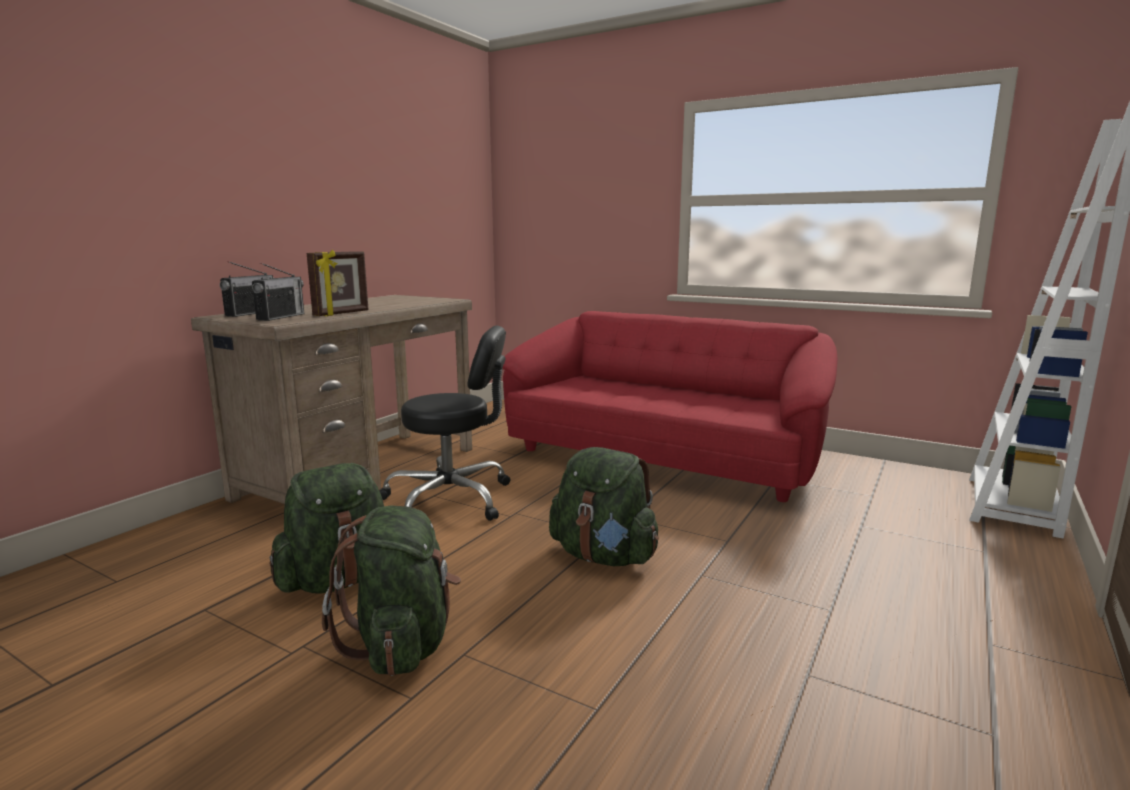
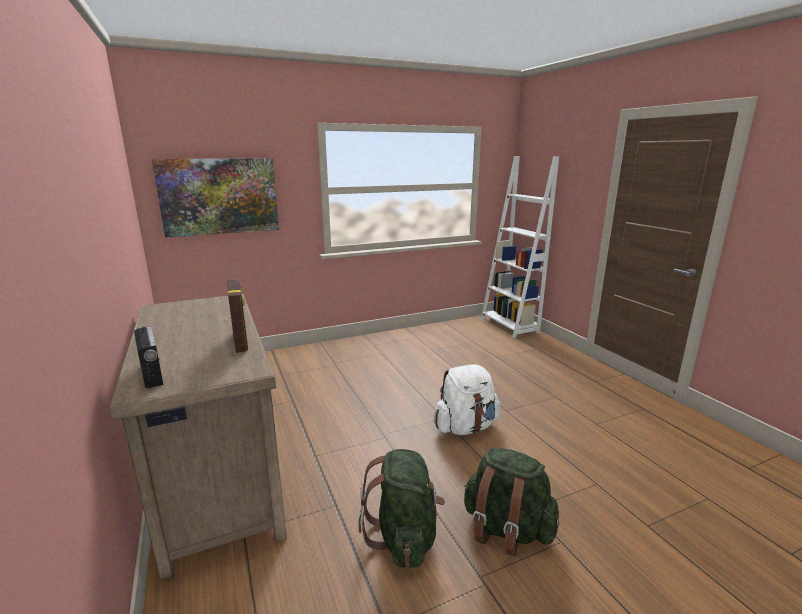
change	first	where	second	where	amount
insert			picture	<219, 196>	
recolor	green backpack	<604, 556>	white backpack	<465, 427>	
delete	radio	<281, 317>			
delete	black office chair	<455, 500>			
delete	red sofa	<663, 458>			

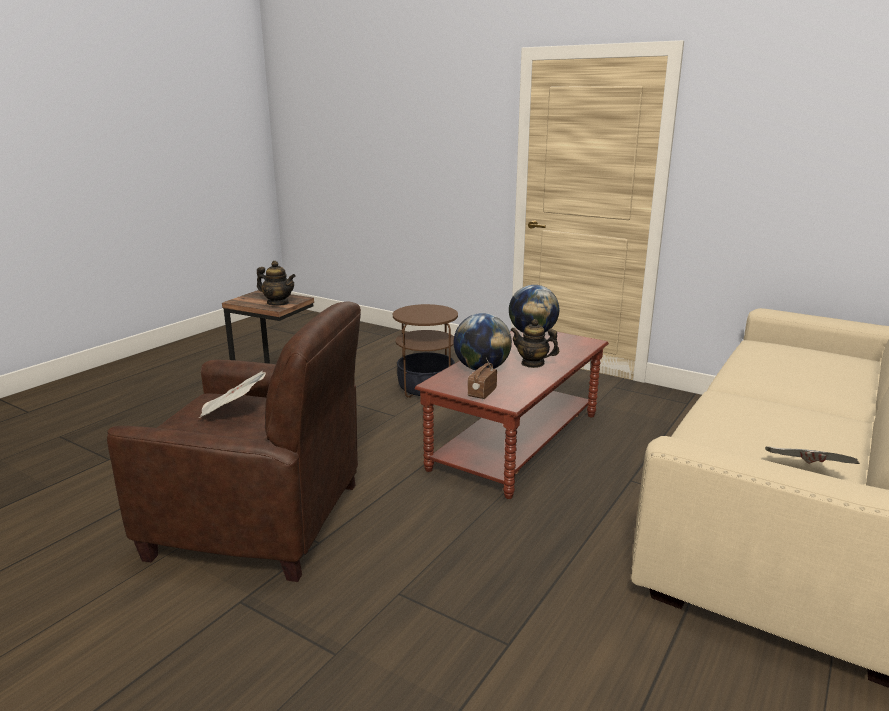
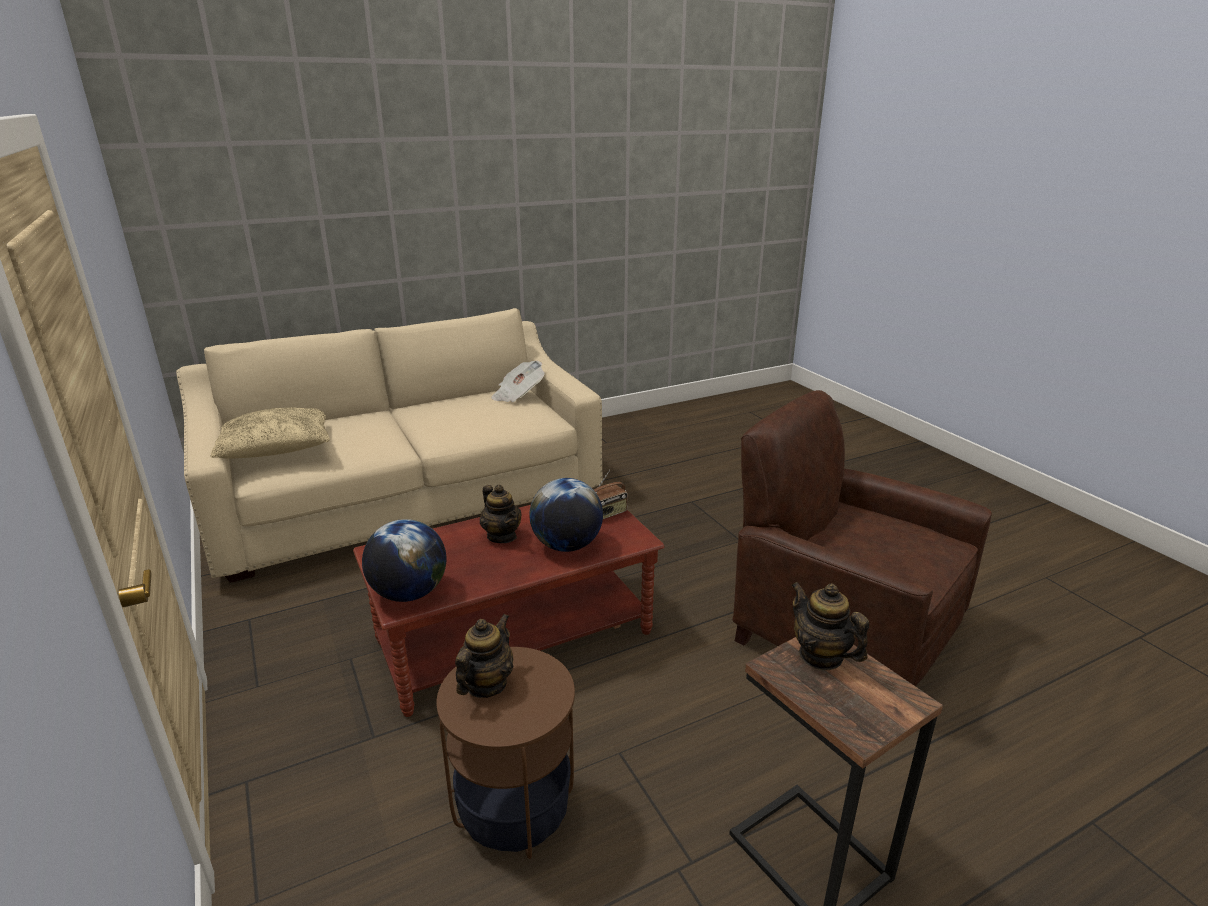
change	first	where	second	where	amount
insert			beige pillow	<277, 450>	
insert			teapot	<486, 684>	
delete	newspaper	<232, 411>			

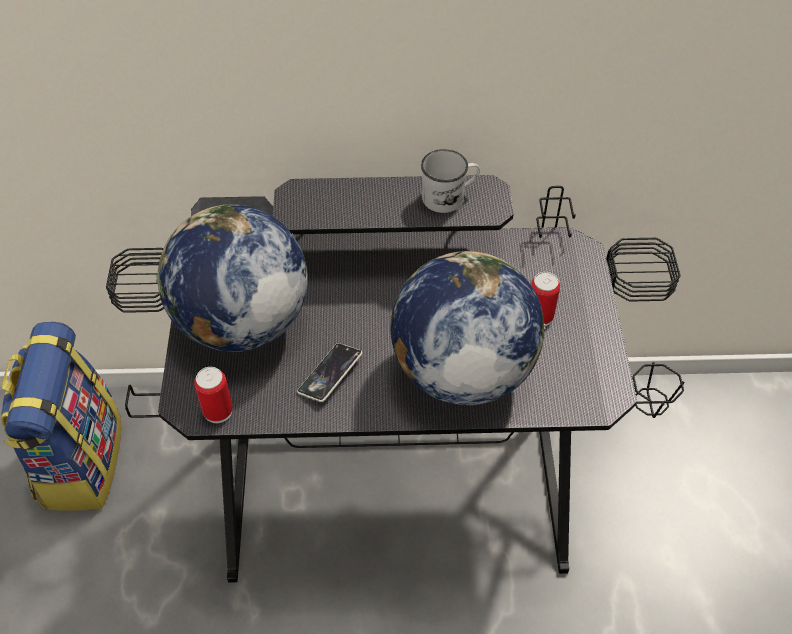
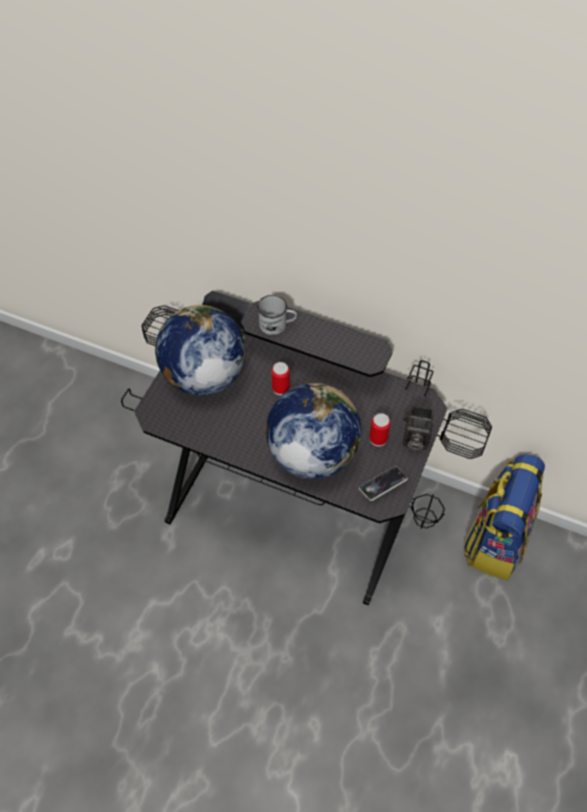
change	first	where	second	where	amount
move	white mug	<449, 197>		<277, 325>	
move	can	<218, 411>		<280, 388>	
move	phone	<330, 375>		<382, 485>	
insert			photo camera	<413, 440>	
move	backpack	<80, 461>		<496, 540>	

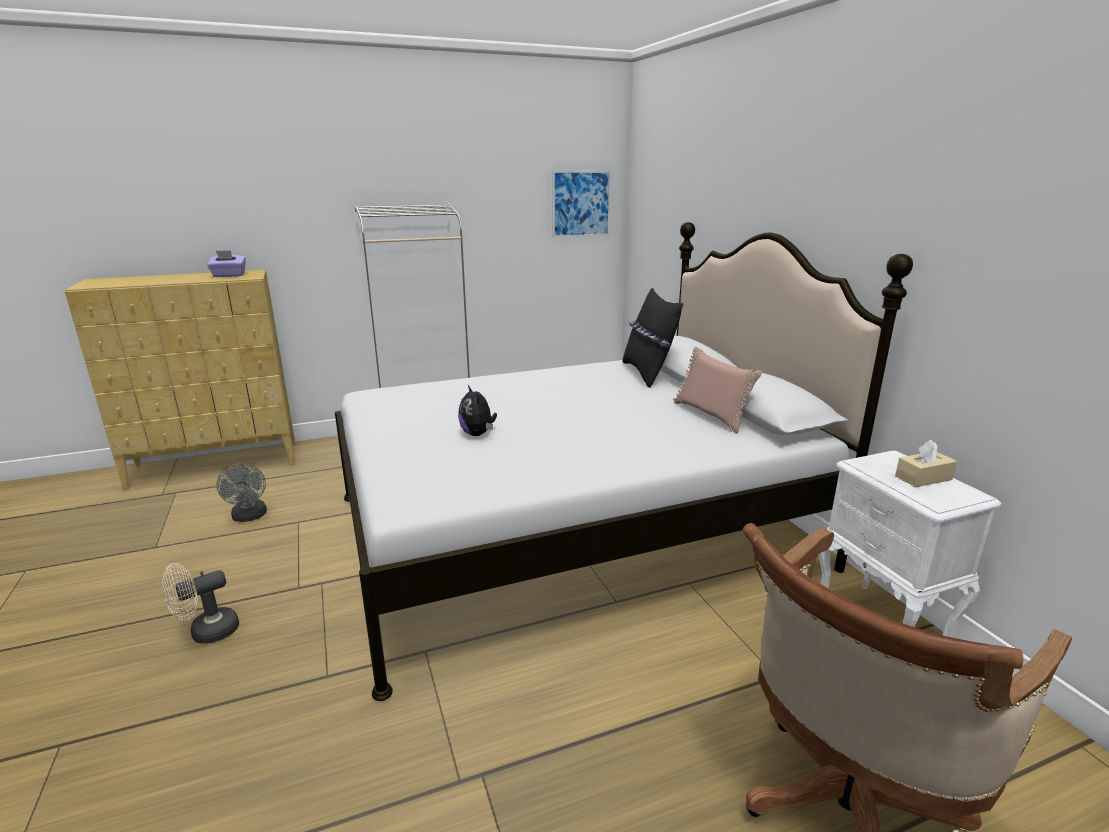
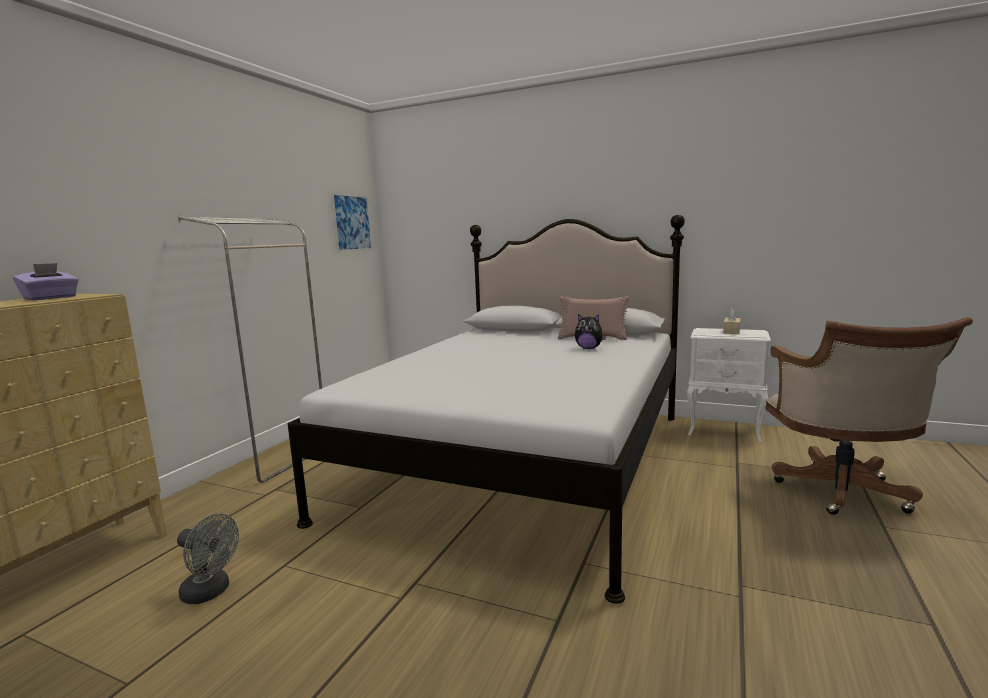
change	first	where	second	where	amount
move	plush toy	<478, 434>		<589, 348>	
delete	beige fan	<207, 633>			
delete	black pillow	<648, 373>			

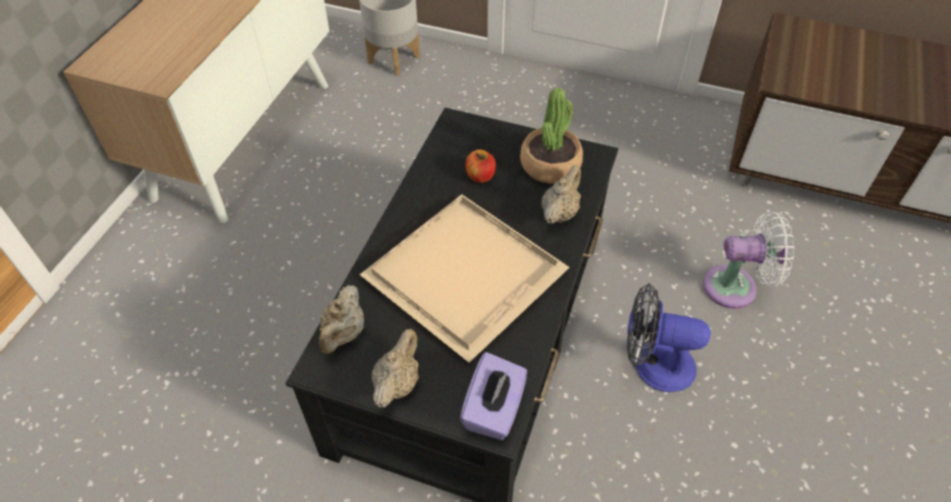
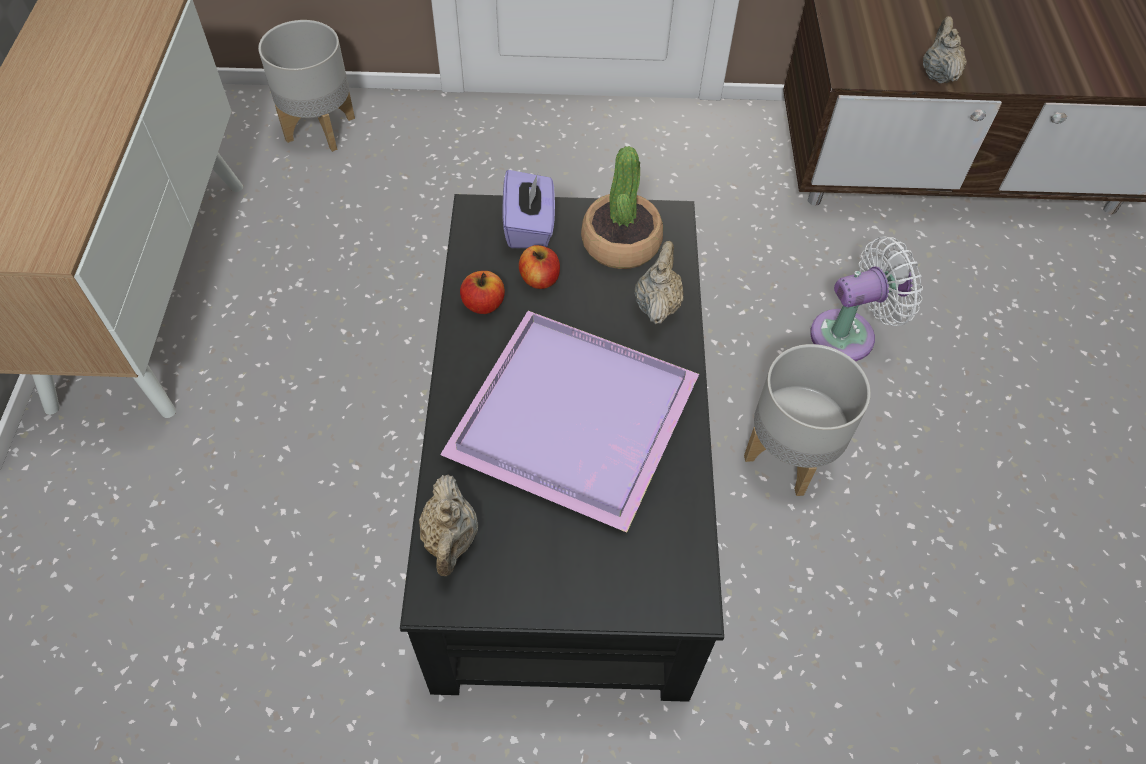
change	first	where	second	where	amount
recolor	beige tray	<465, 278>	purple tray	<575, 422>	
insert			apple	<483, 304>	
move	purple tissue box	<494, 409>		<529, 226>	
replace	fan	<653, 364>	grey planter	<790, 455>	
move	beige teapot	<397, 383>		<937, 74>	

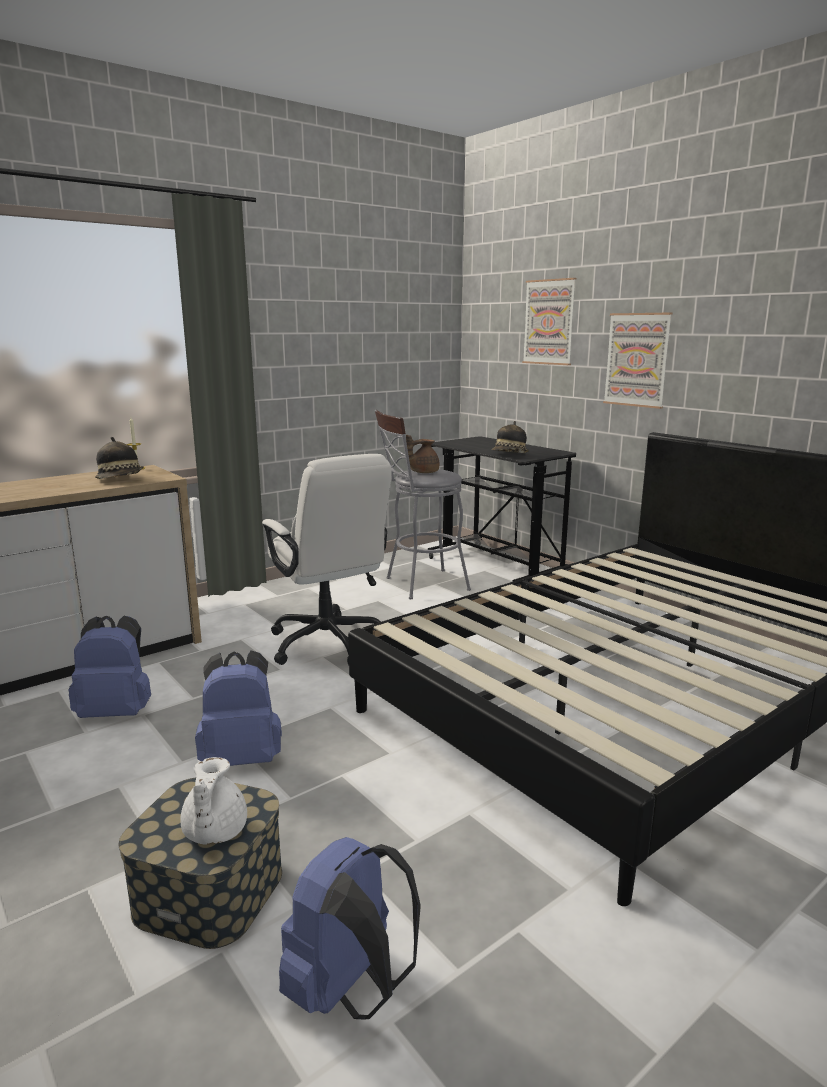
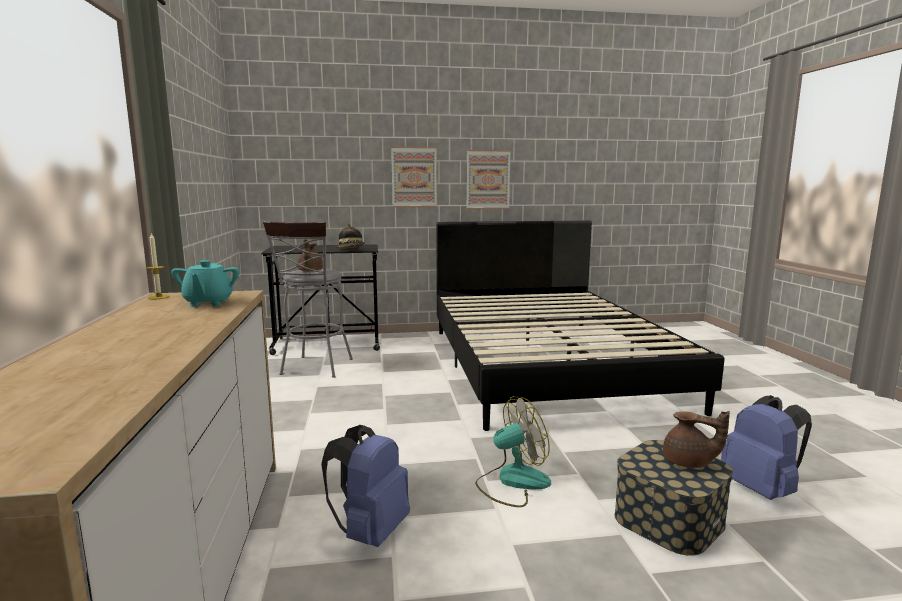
change	first	where	second	where	amount
replace	hat	<121, 479>	turquoise teapot	<208, 303>	
move	picture	<549, 322>		<488, 179>	
replace	blue backpack	<242, 758>	fan	<512, 482>	
recolor	white teapot	<213, 832>	brown teapot	<689, 463>	
delete	white office chair	<330, 646>			

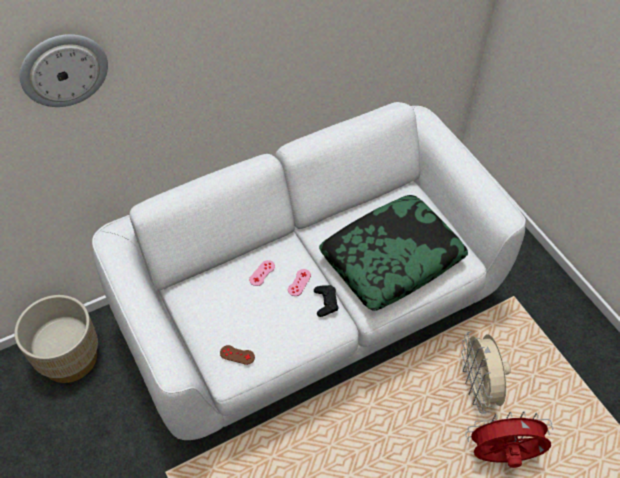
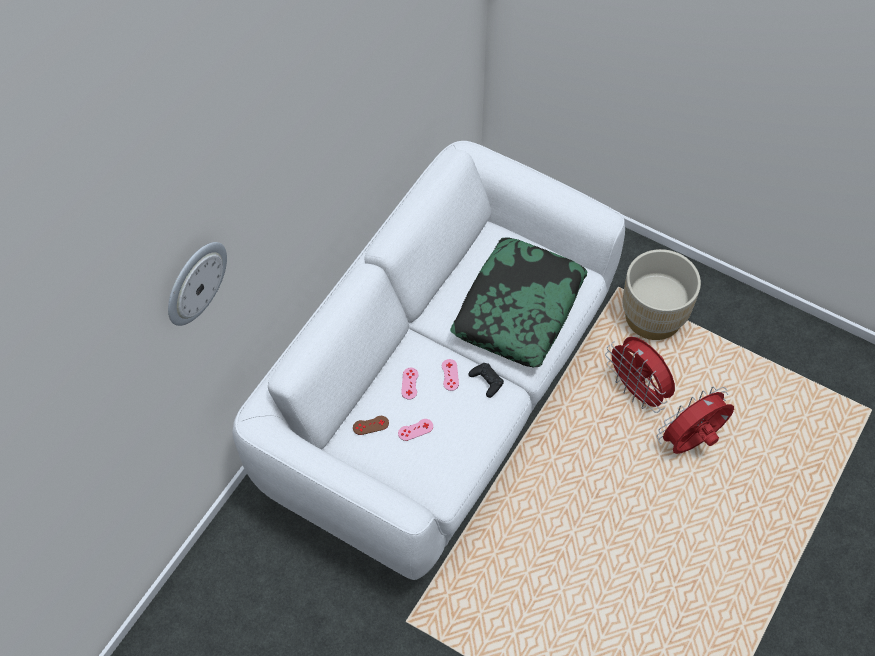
change	first	where	second	where	amount
move	brown game controller	<237, 355>		<370, 425>	
insert			pink game controller	<415, 430>	
recolor	beige fan	<479, 388>	red fan	<637, 391>	
move	beige planter	<69, 358>		<653, 316>	

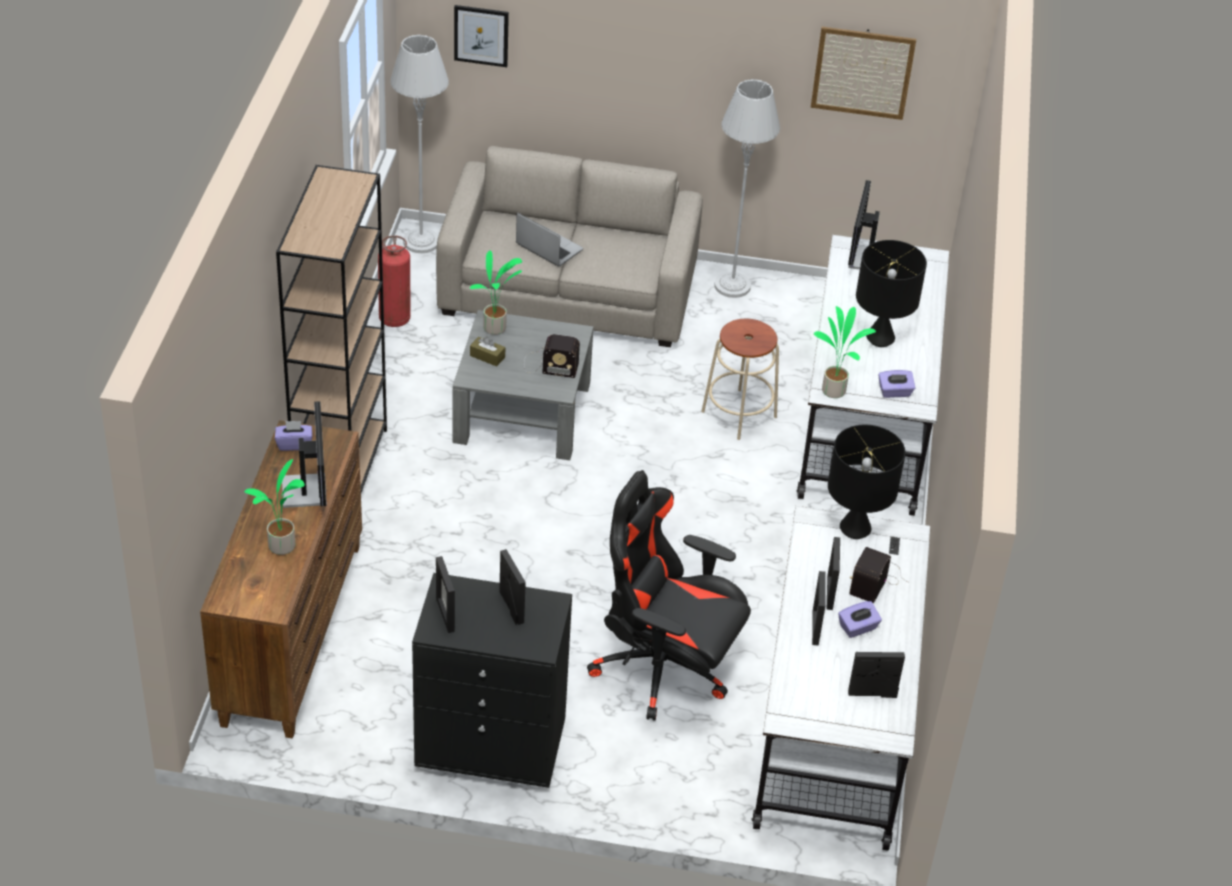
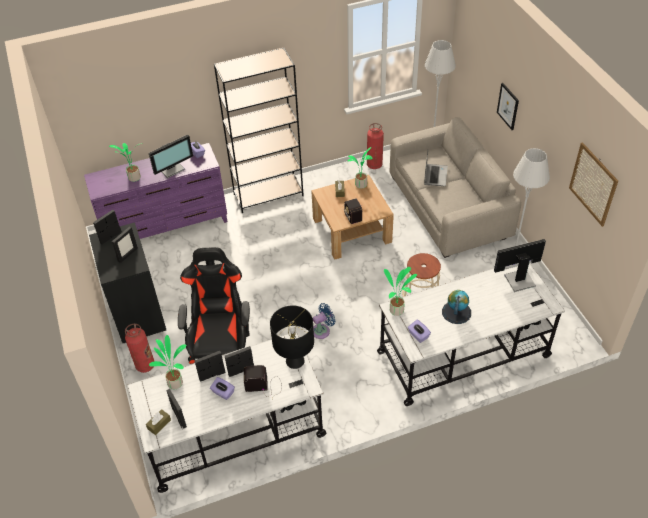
change	first	where	second	where	amount
recolor	brown dresser	<291, 633>	purple dresser	<165, 226>	
insert			fire extinguisher	<145, 365>	
insert			brown tissue box	<159, 424>	
insert			potted plant	<175, 382>	
recolor	grey coffee table	<522, 412>	brown coffee table	<351, 230>	
insert			blue fan	<322, 330>	
replace	black table lamp	<880, 340>	globe	<456, 312>	
move	picture	<481, 35>		<508, 106>	

